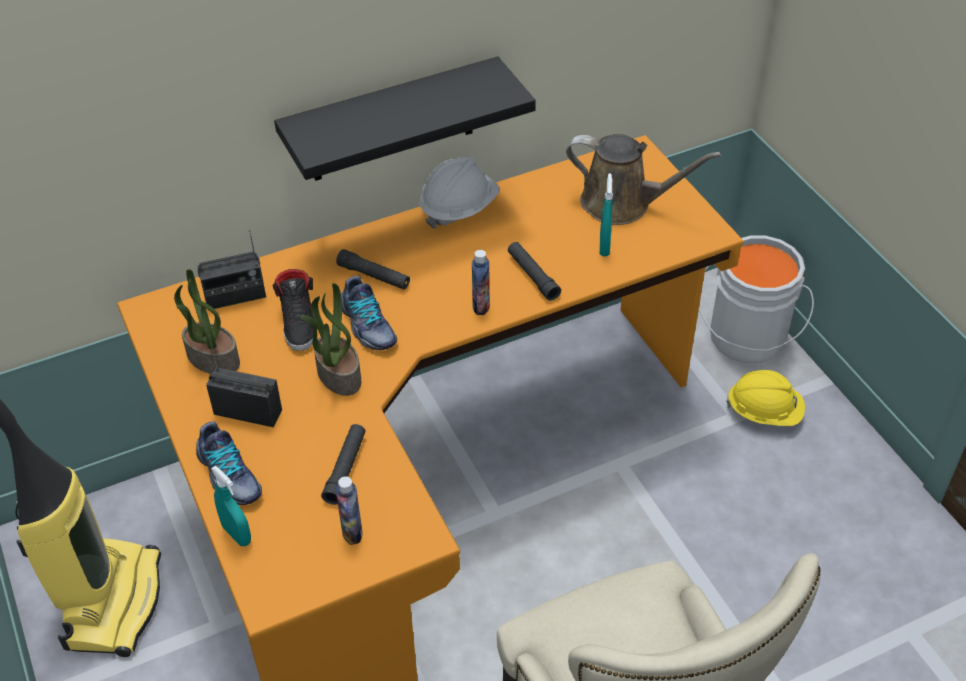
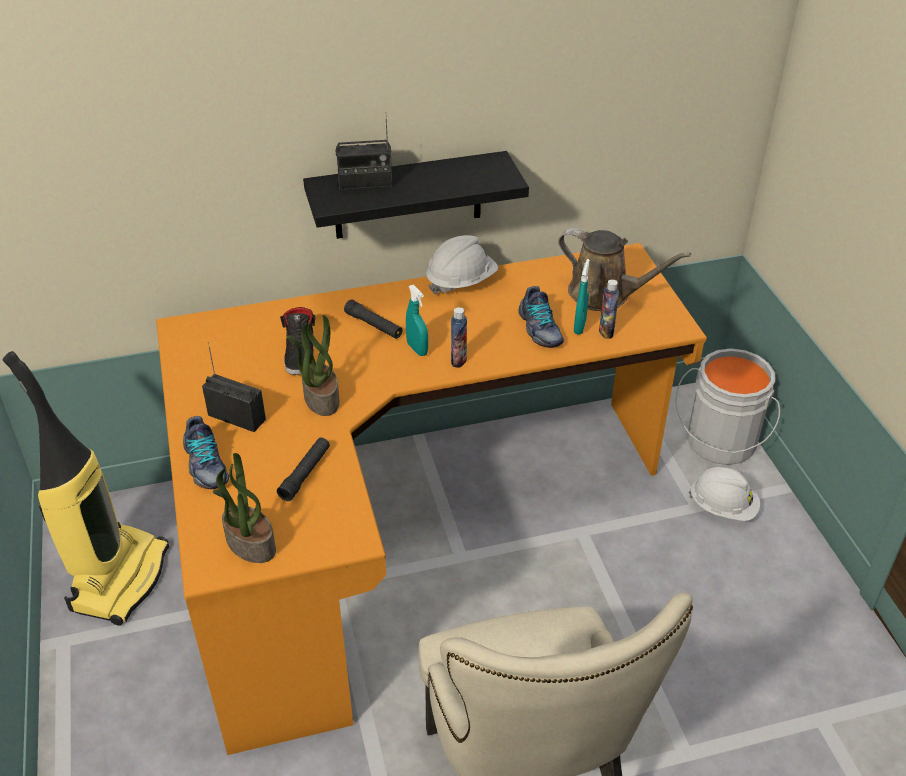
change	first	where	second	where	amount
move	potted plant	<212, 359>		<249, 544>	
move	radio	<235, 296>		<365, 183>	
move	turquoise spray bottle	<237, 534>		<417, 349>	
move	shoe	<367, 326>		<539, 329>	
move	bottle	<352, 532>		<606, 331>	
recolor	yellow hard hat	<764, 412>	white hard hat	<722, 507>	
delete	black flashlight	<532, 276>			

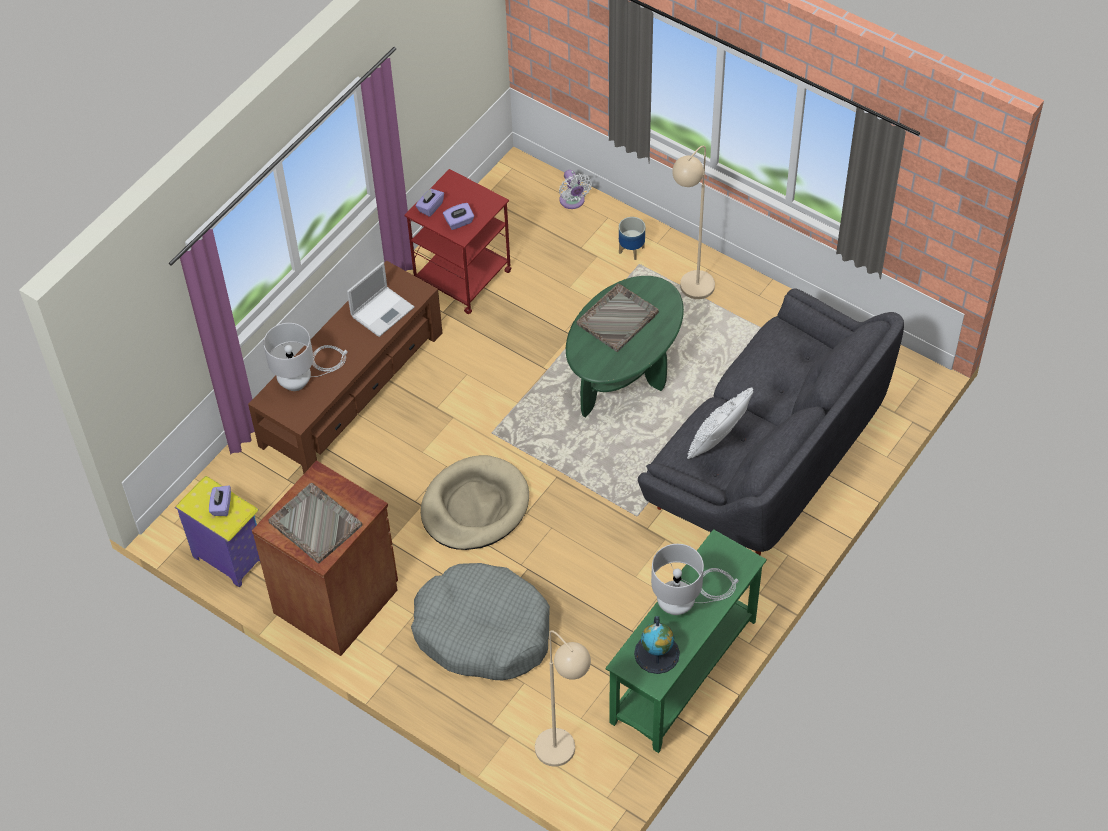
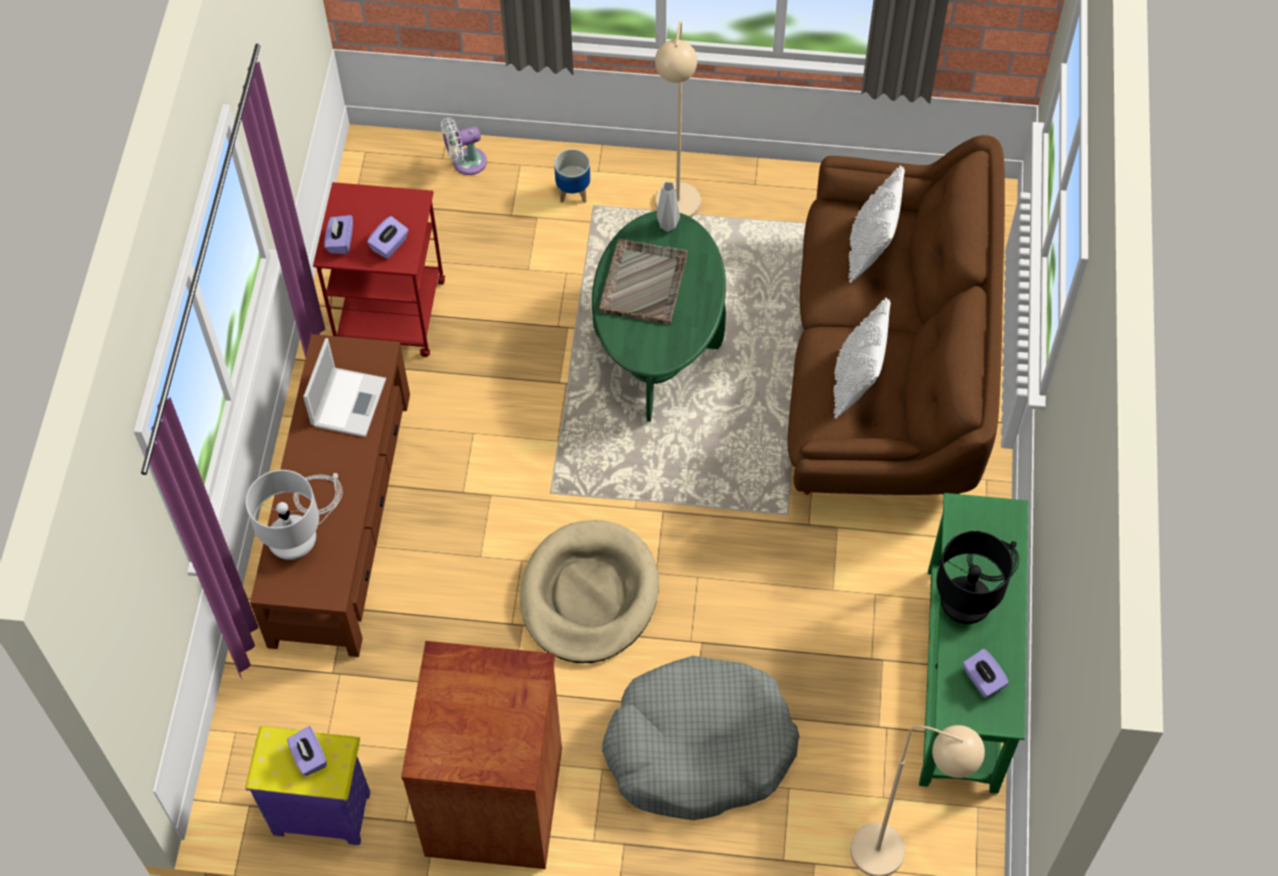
change	first	where	second	where	amount
rotate	white fan	<573, 202>		<465, 162>	120 degrees clockwise
insert			grey vase	<666, 225>	
recolor	grey sofa	<766, 455>	brown sofa	<885, 371>	
insert			white pillow	<870, 250>	
recolor	white table lamp	<691, 597>	black table lamp	<975, 589>	
replace	globe	<657, 653>	purple tissue box	<982, 680>	
delete	grey tray	<315, 523>			

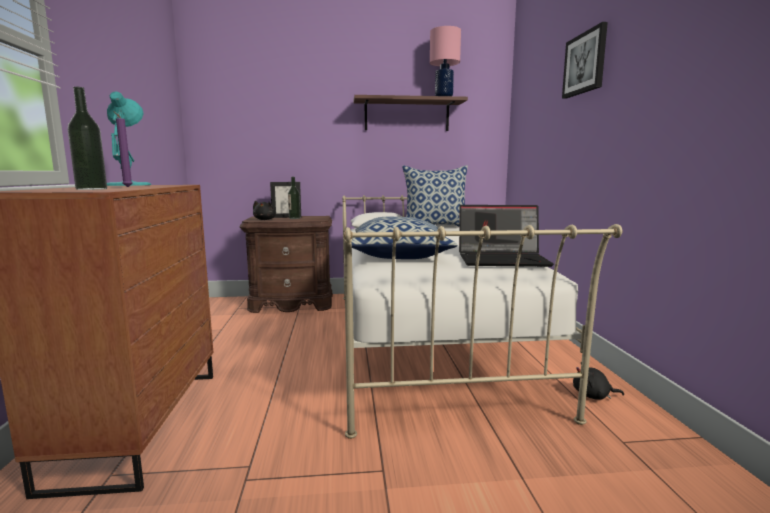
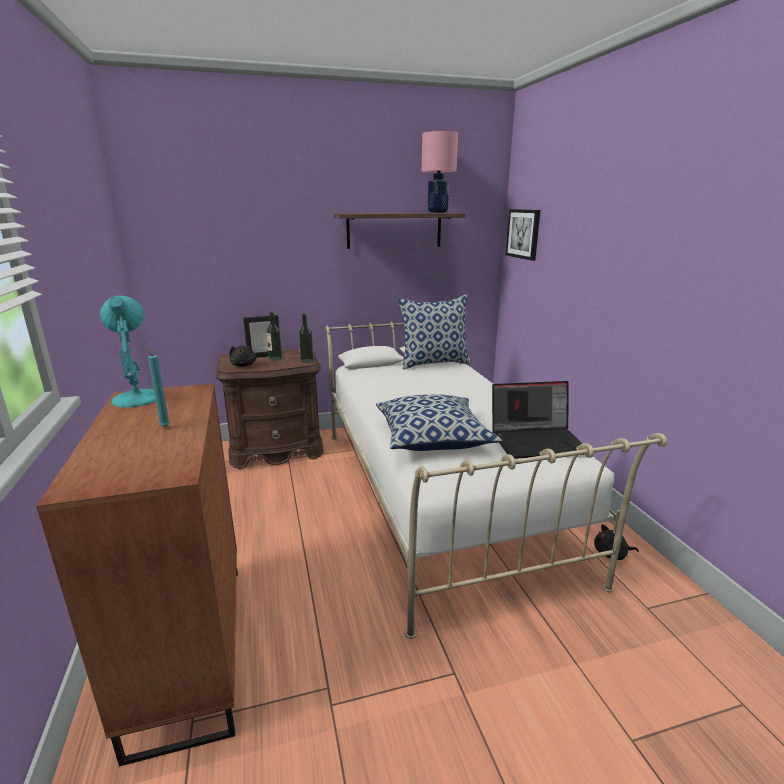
change	first	where	second	where	amount
recolor	purple candle	<126, 187>	turquoise candle	<163, 427>	
move	bottle	<91, 189>		<307, 361>	
move	picture	<585, 63>		<523, 234>	

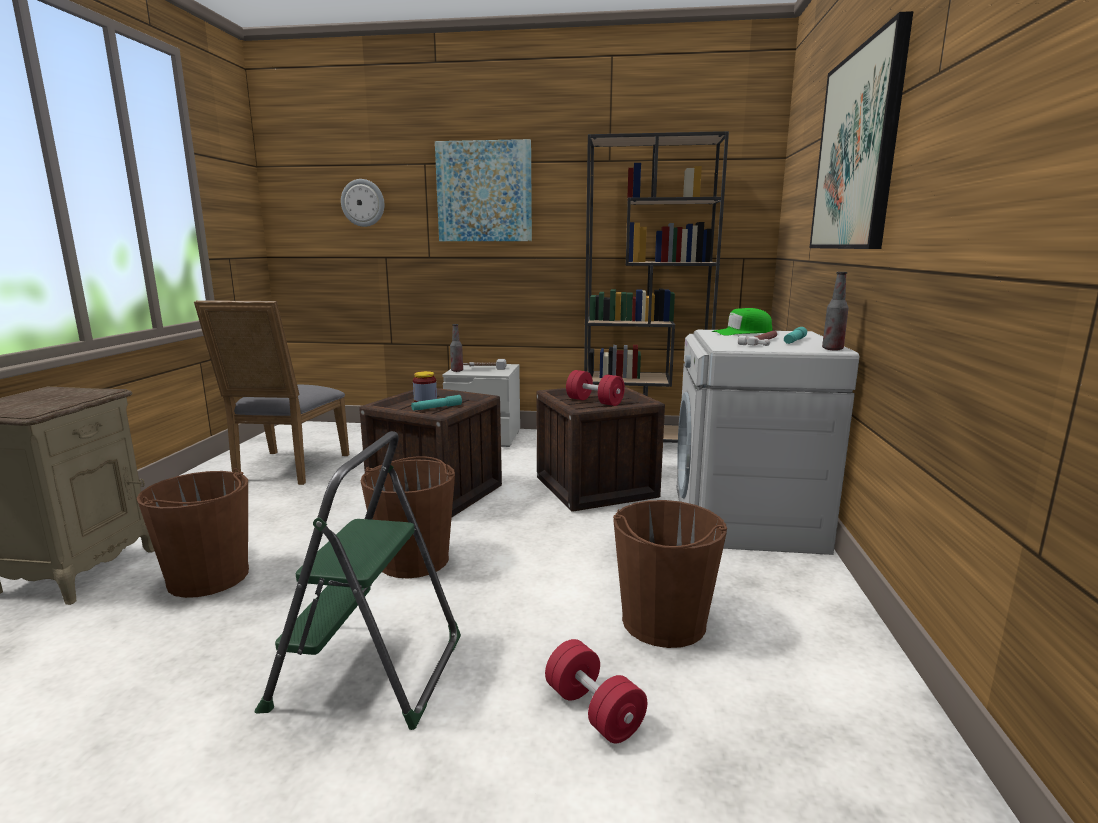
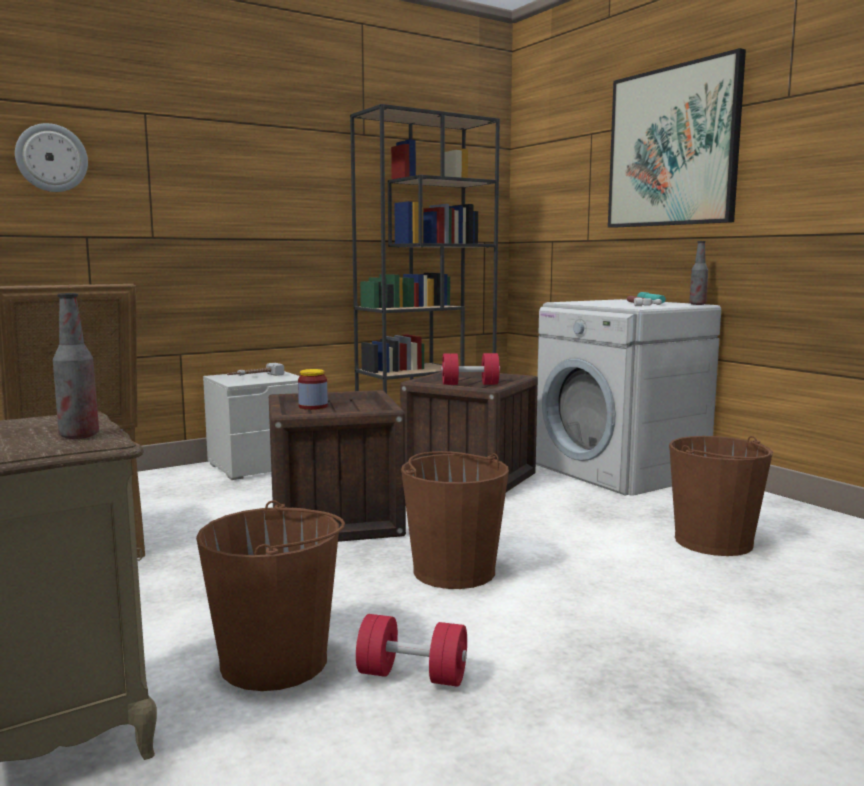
change	first	where	second	where	amount
move	bottle	<457, 371>		<79, 436>	
move	red dumbbell	<593, 711>		<412, 675>	
delete	green step ladder	<374, 672>			
delete	turquoise flashlight	<437, 408>			
delete	picture	<484, 192>			
delete	green cap	<742, 333>			

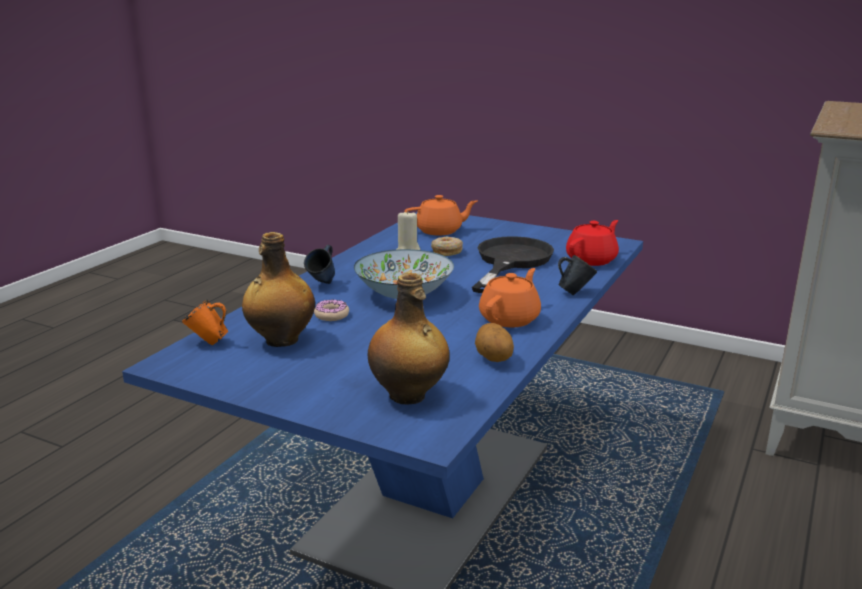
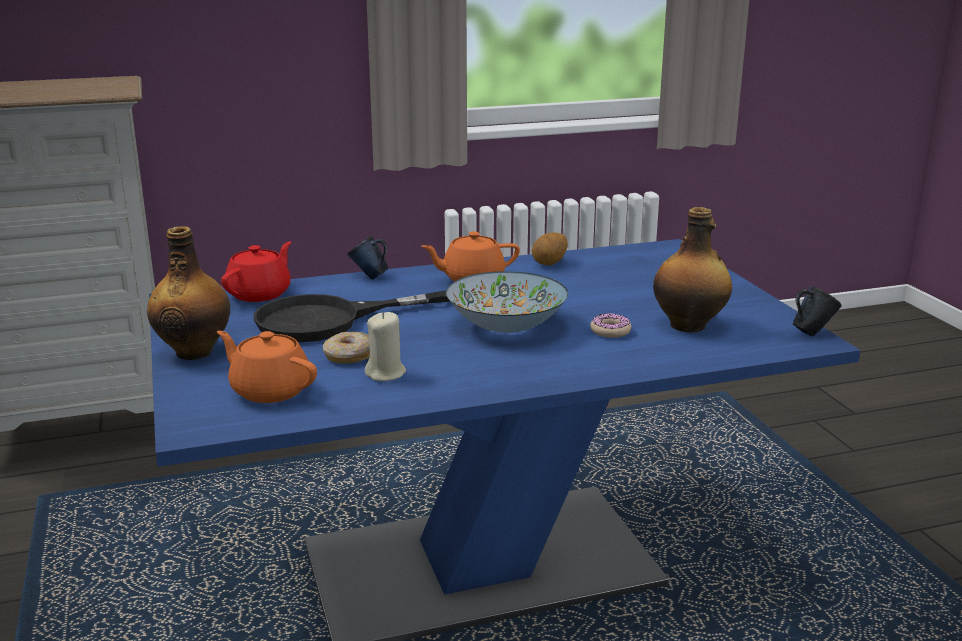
change	first	where	second	where	amount
move	bottle	<408, 396>		<195, 351>	
rotate	red teapot	<592, 260>		<260, 294>	120 degrees clockwise
move	blue mug	<323, 285>		<812, 332>	
delete	orange mug	<208, 342>			

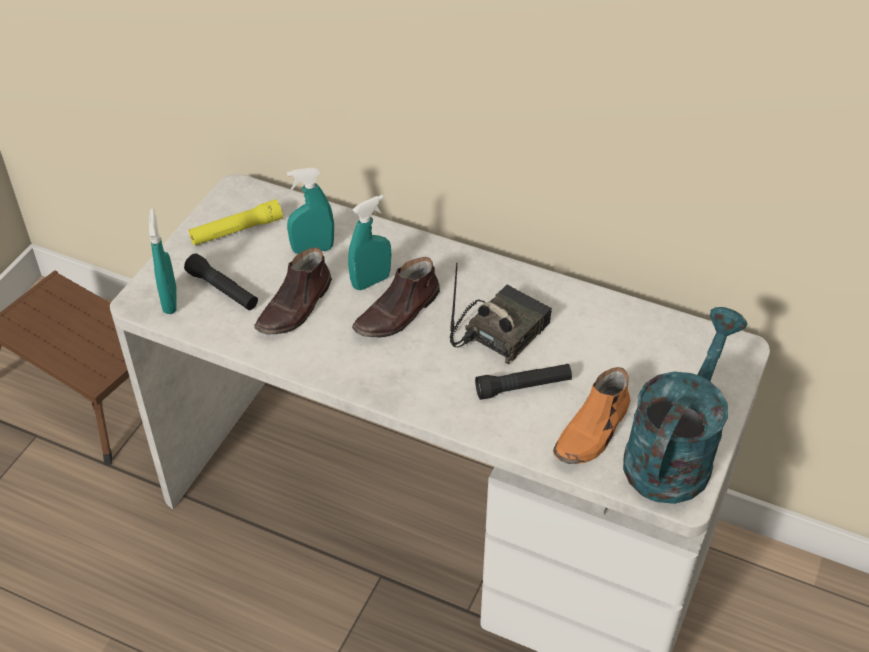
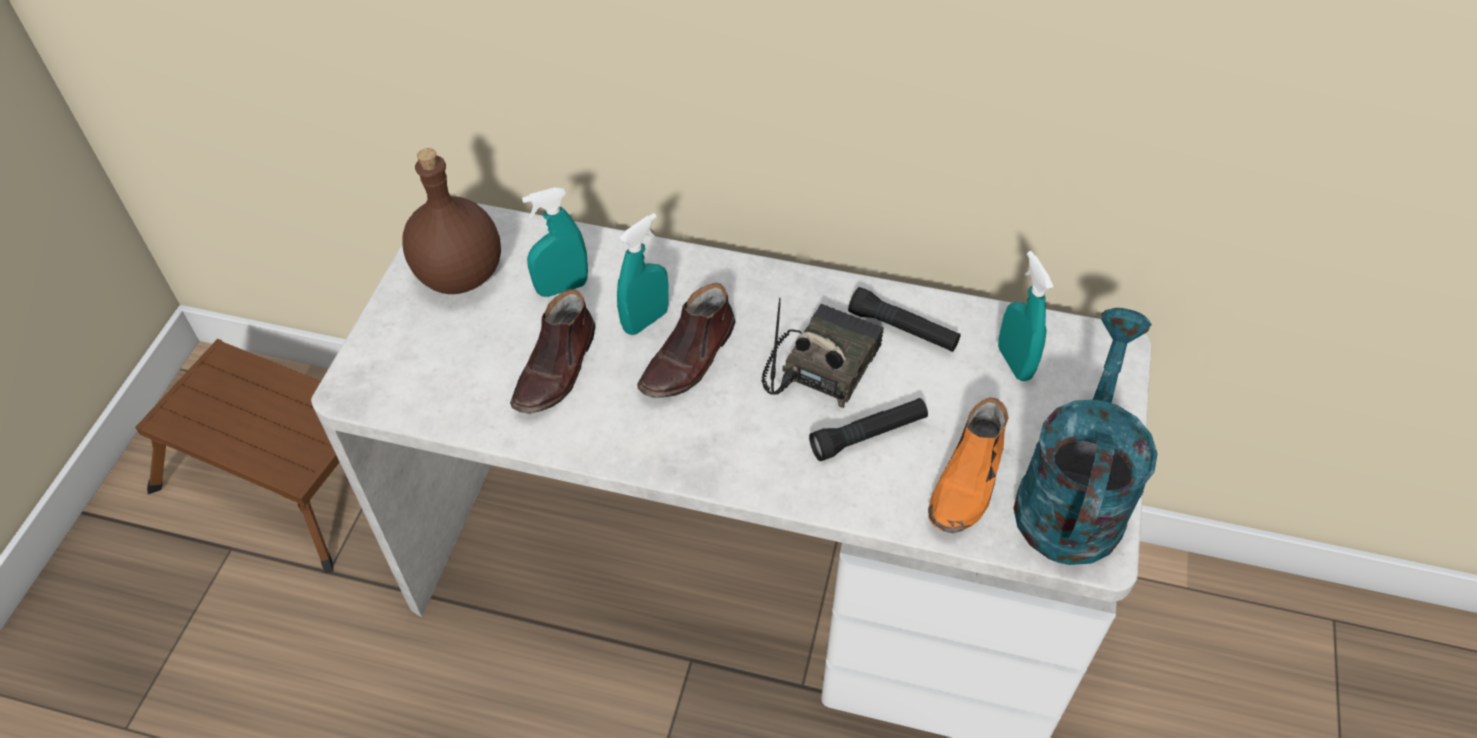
change	first	where	second	where	amount
replace	yellow flashlight	<236, 231>	brown bottle	<458, 275>	
move	black flashlight	<223, 290>		<903, 329>	
move	turquoise spray bottle	<170, 301>		<1014, 362>	

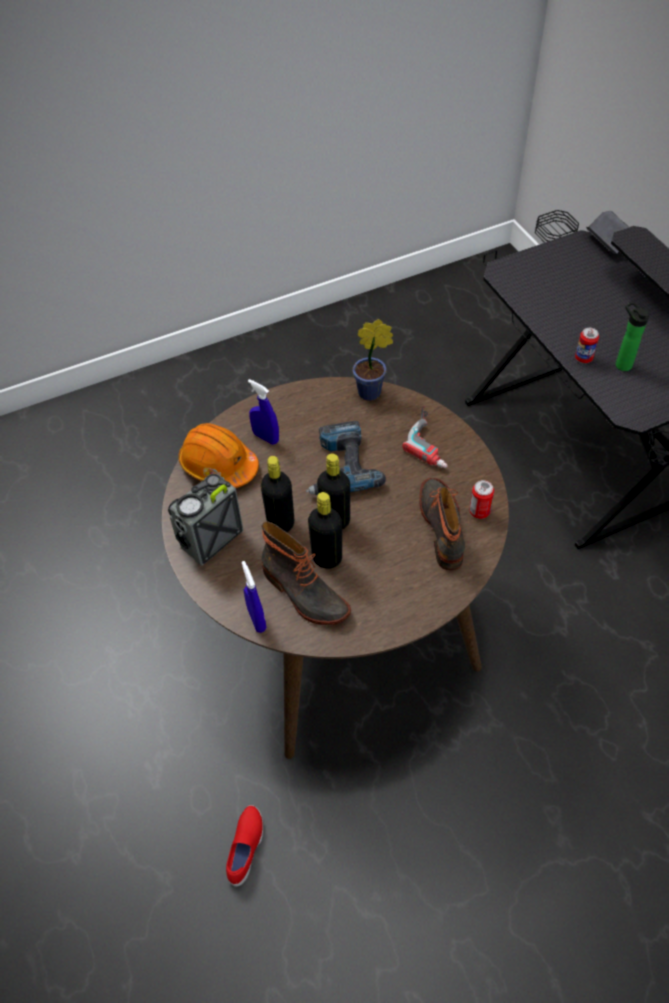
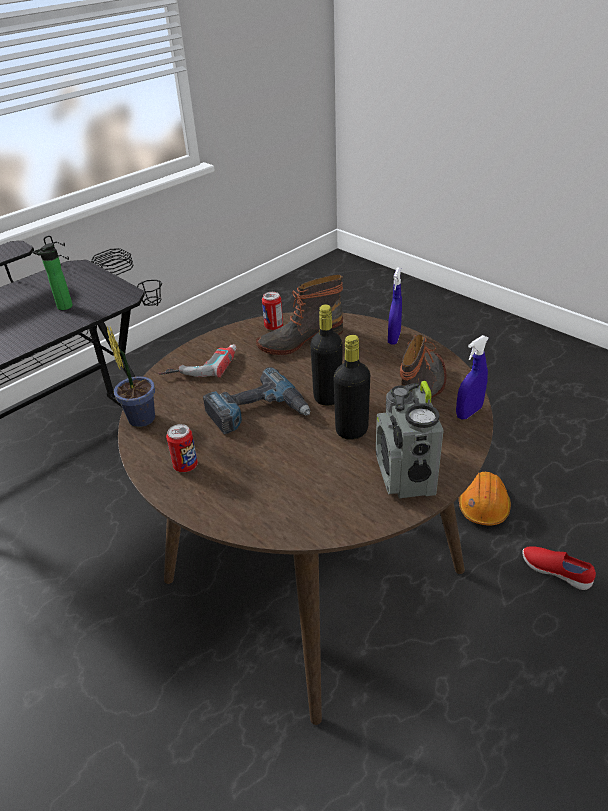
change	first	where	second	where	amount
move	can	<583, 358>		<185, 466>	
rotate	radio	<209, 539>		<405, 475>	60 degrees clockwise
move	blue spray bottle	<266, 437>		<394, 338>	
move	orange hard hat	<218, 465>		<483, 505>	
rotate	red shoe	<246, 848>		<555, 572>	45 degrees clockwise
delete	black bottle	<327, 557>			

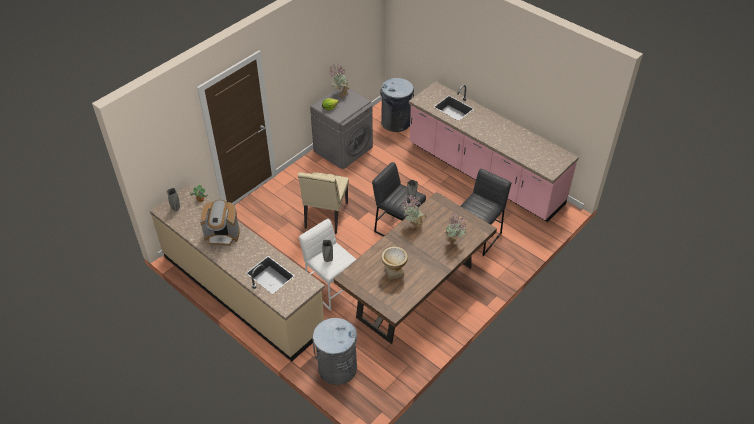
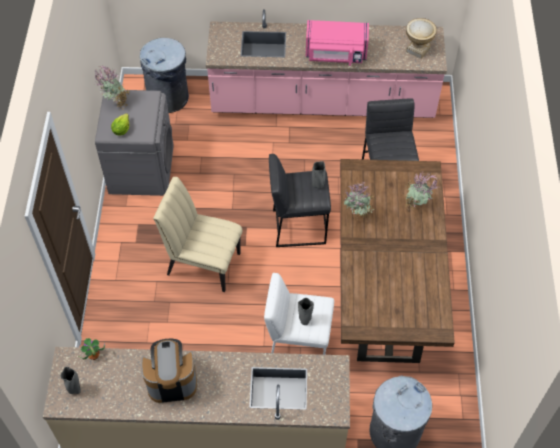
change	first	where	second	where	amount
rotate	coffee machine	<222, 235>		<171, 381>	150 degrees counterclockwise
rotate	beige chair	<326, 215>		<204, 264>	135 degrees clockwise
insert			pink microwave	<335, 55>	
move	vase	<394, 272>		<417, 50>	

